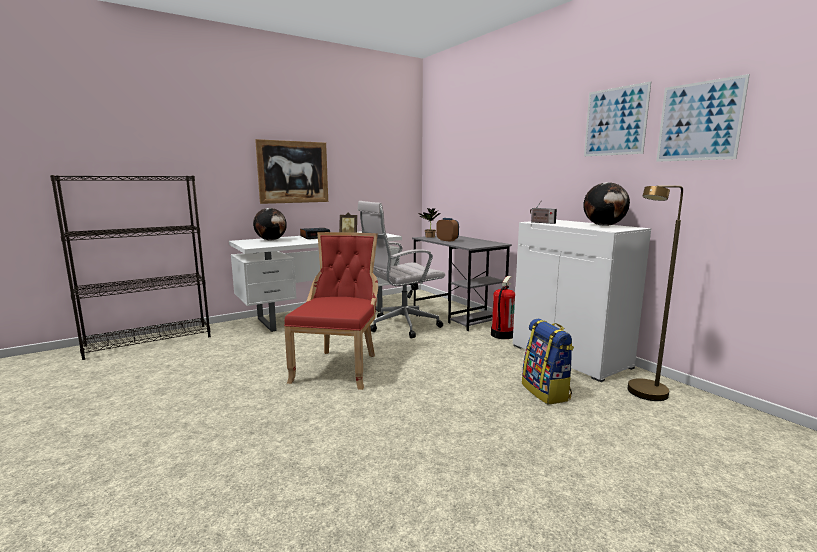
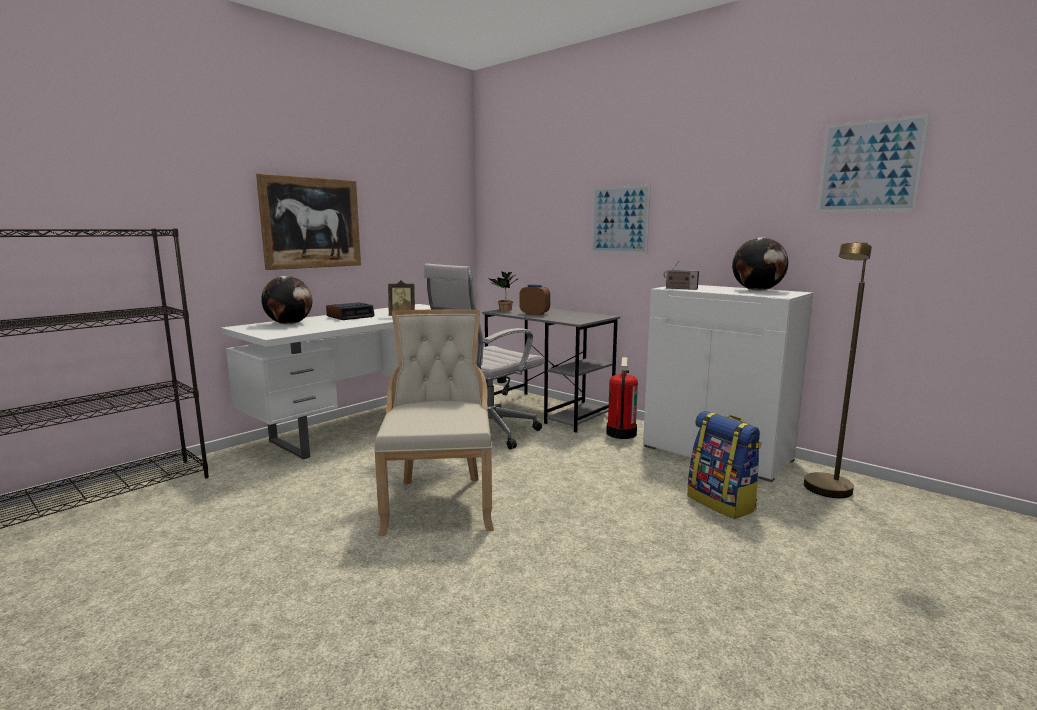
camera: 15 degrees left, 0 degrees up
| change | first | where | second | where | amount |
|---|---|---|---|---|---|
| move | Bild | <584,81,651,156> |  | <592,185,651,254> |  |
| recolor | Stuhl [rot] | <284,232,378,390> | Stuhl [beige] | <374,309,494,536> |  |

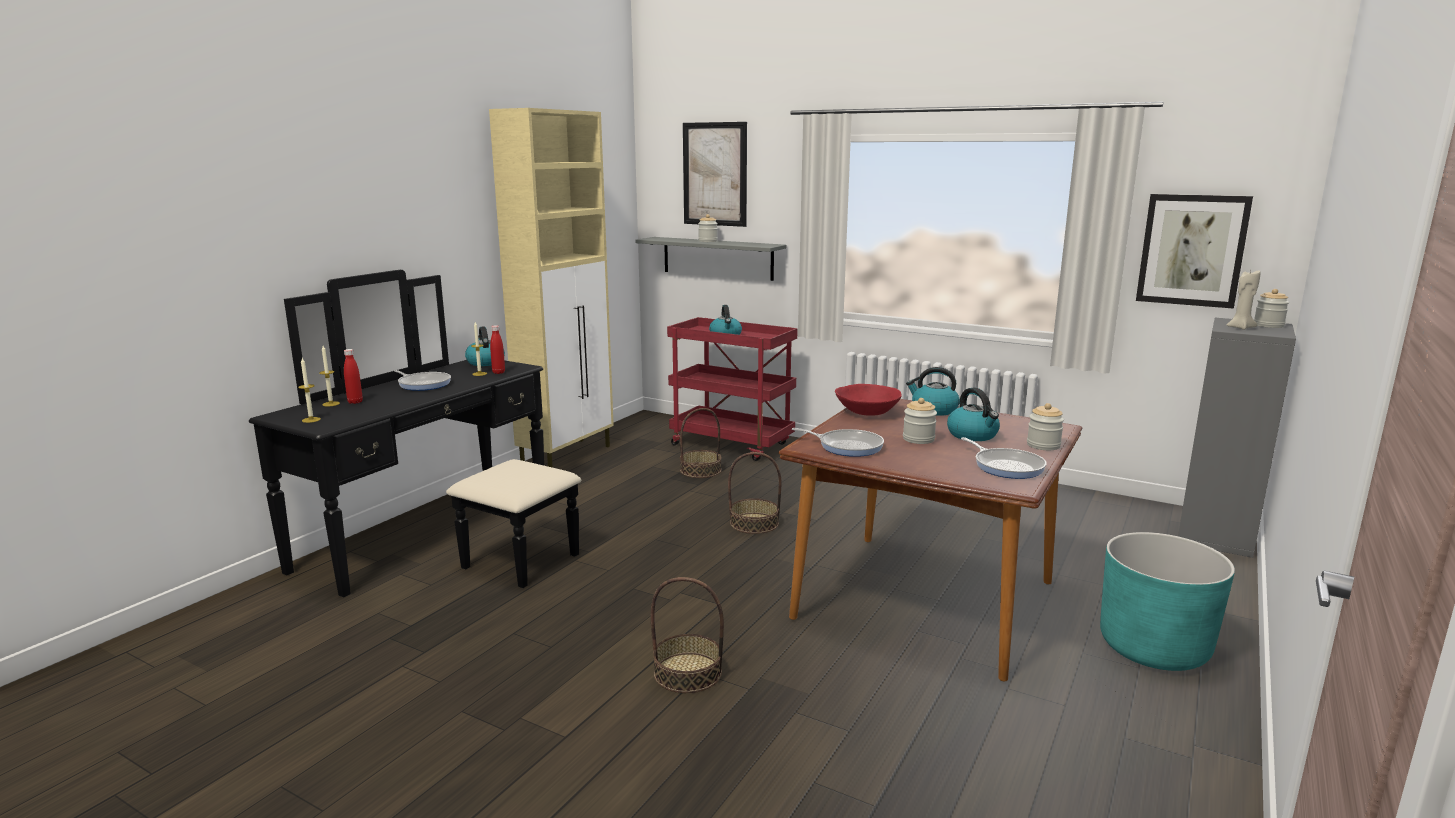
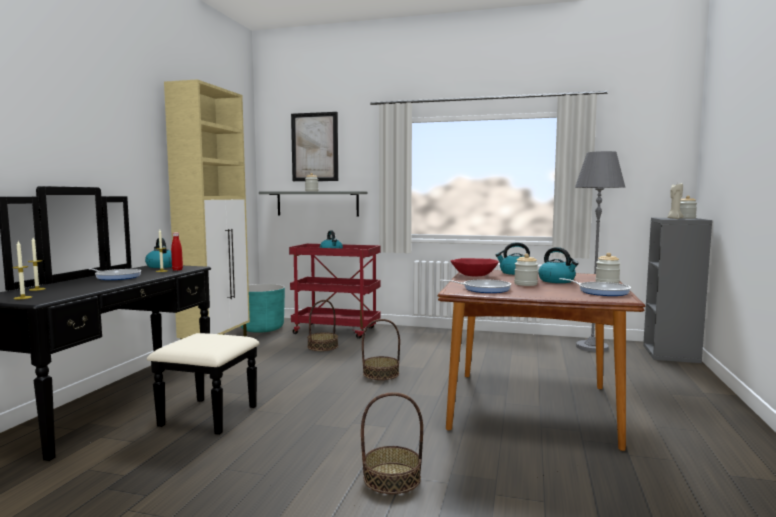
camera: 15 degrees left, 10 degrees down
| change | first | where | second | where | amount |
|---|---|---|---|---|---|
| delete | Flasche [rot] | <344,349,363,404> |  |  |  |
| delete | Bild | <1136,194,1253,309> |  |  |  |
| insert |  |  | Stehlampe [grau] | <575,151,625,352> |  |
| move | Pflanzkübel [türkis] | <1100,532,1235,671> |  | <241,284,285,333> |  |

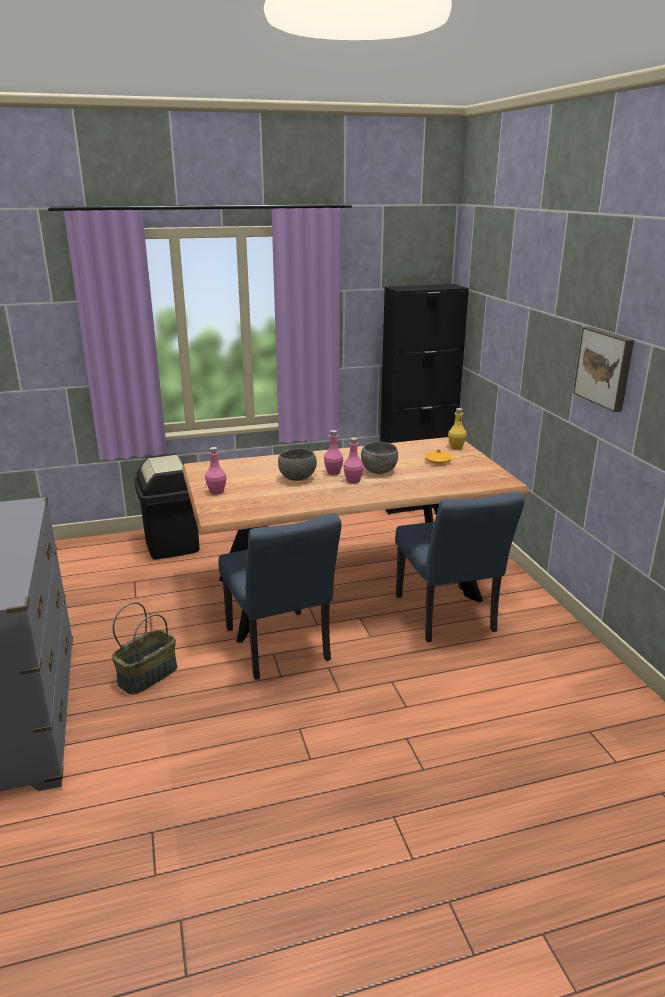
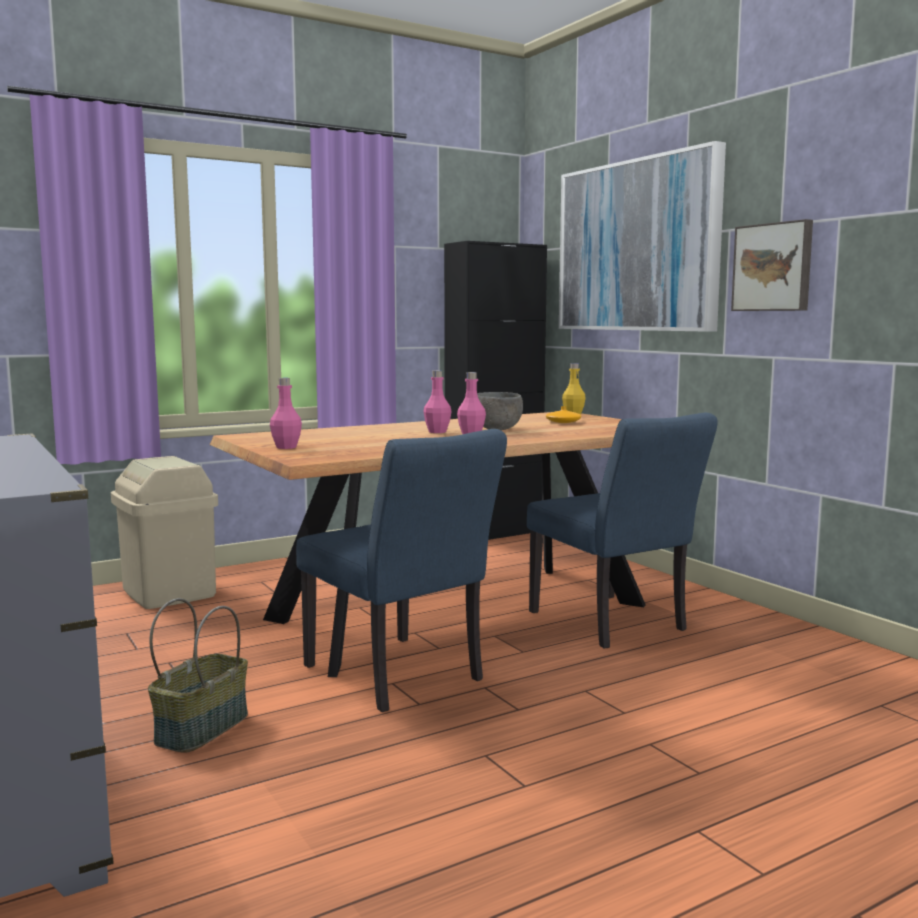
camera: 15 degrees left, 15 degrees down
| change | first | where | second | where | amount |
|---|---|---|---|---|---|
| delete | Schüssel [grau] | <278,449,317,481> |  |  |  |
| insert |  |  | Bild | <559,141,726,332> |  |
| recolor | Mülleimer [schwarz] | <134,454,200,559> | Mülleimer [beige] | <111,456,218,609> |  |

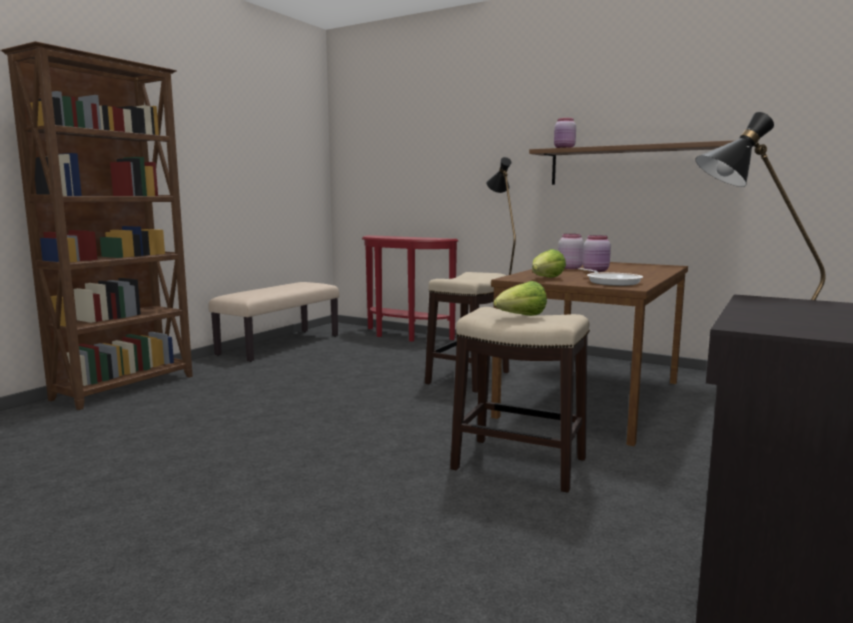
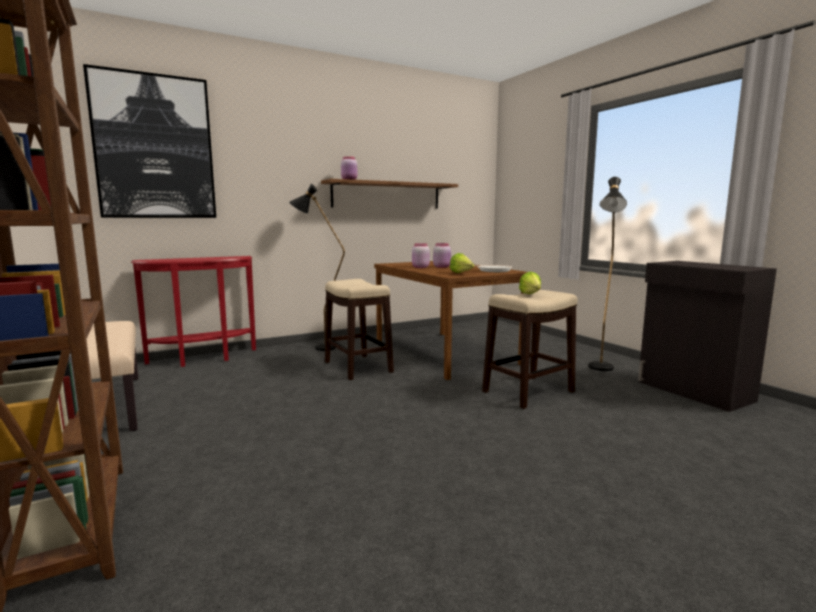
camera: 60 degrees left, 0 degrees up
| change | first | where | second | where | amount |
|---|---|---|---|---|---|
| insert |  |  | Bild | <83,64,216,218> |  |

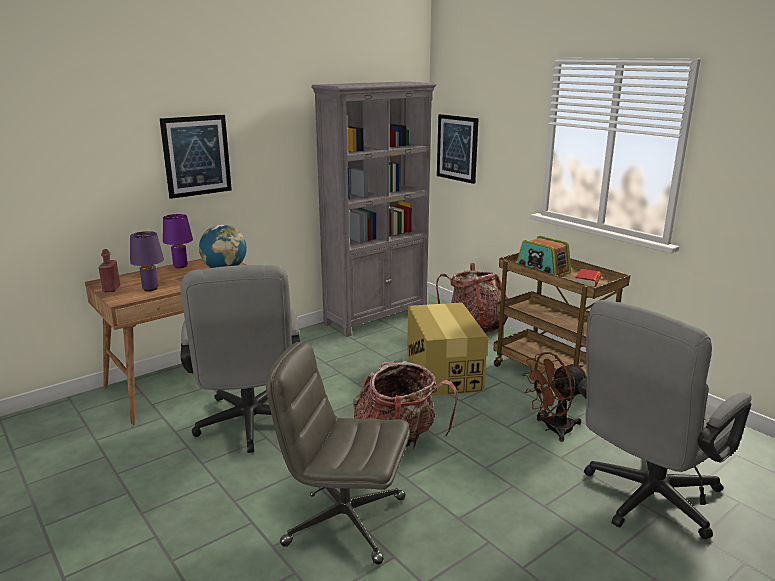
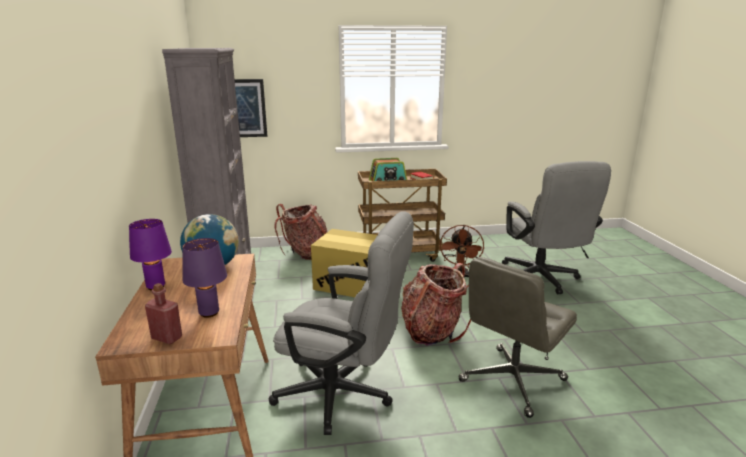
camera: 60 degrees left, 0 degrees up
| change | first | where | second | where | amount |
|---|---|---|---|---|---|
| delete | Bild | <159,115,232,199> |  |  |  |

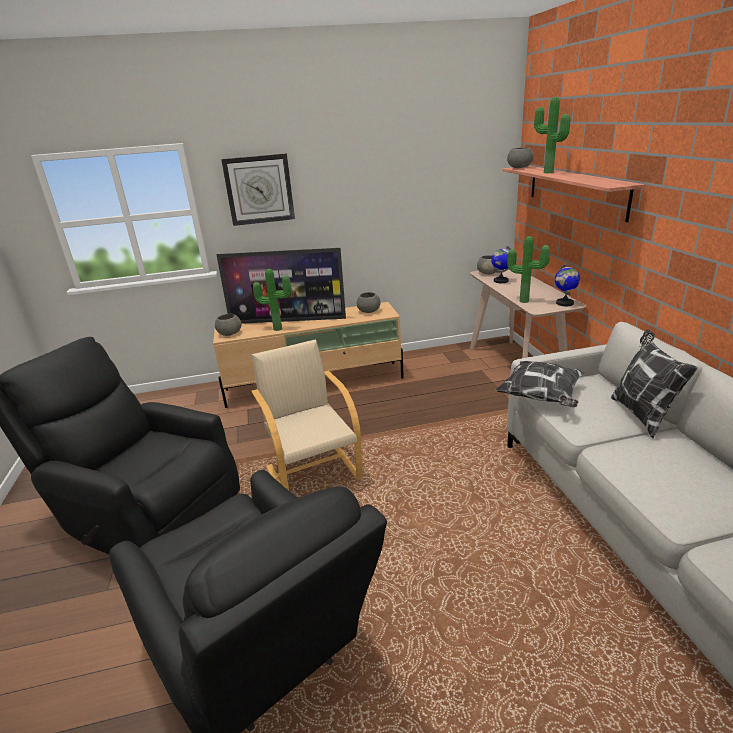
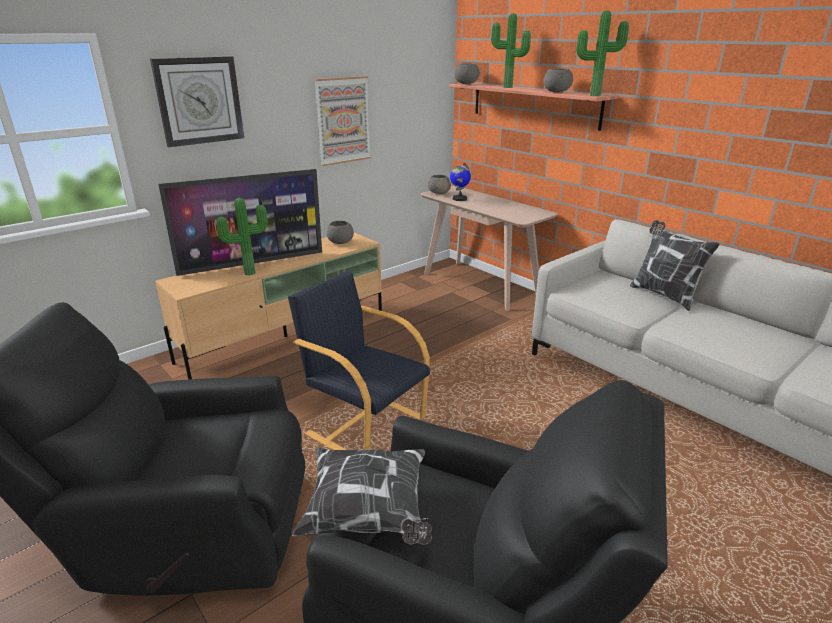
camera: 30 degrees left, 0 degrees up
| change | first | where | second | where | amount |
|---|---|---|---|---|---|
| delete | Globus | <555,263,580,306> |  |  |  |
| insert |  |  | Bild | <314,76,371,166> |  |
| move | Schüssel [grau] | <215,314,242,336> |  | <543,68,573,92> |  |
| move | Kissen | <495,361,585,407> |  | <292,448,432,545> |  |
| move | Topfpflanze | <507,236,550,303> |  | <576,10,629,96> |  |
| recolor | Sessel [beige] | <251,340,363,491> | Sessel [schwarz] | <288,271,430,450> |  |

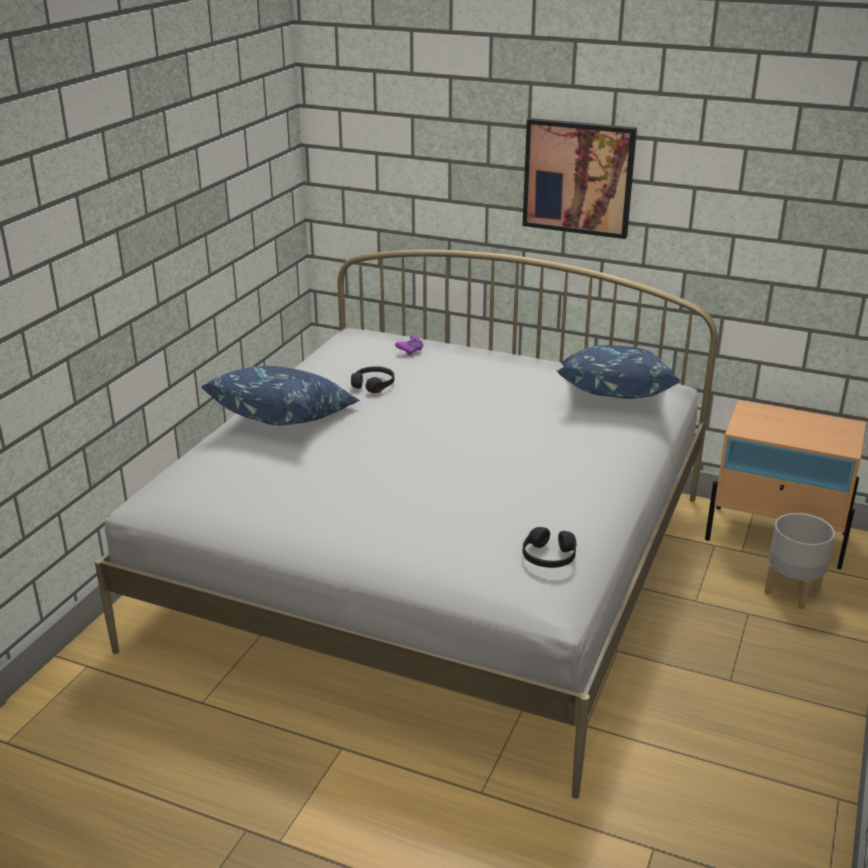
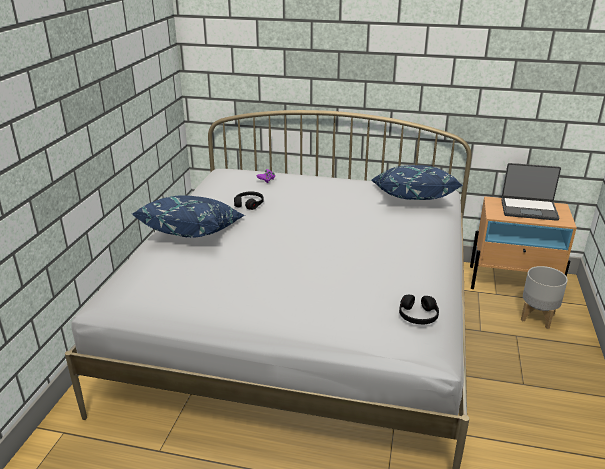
camera: 10 degrees left, 0 degrees up
| change | first | where | second | where | amount |
|---|---|---|---|---|---|
| delete | Bild | <522,118,637,239> |  |  |  |
| insert |  |  | Laptop | <501,163,561,221> |  |

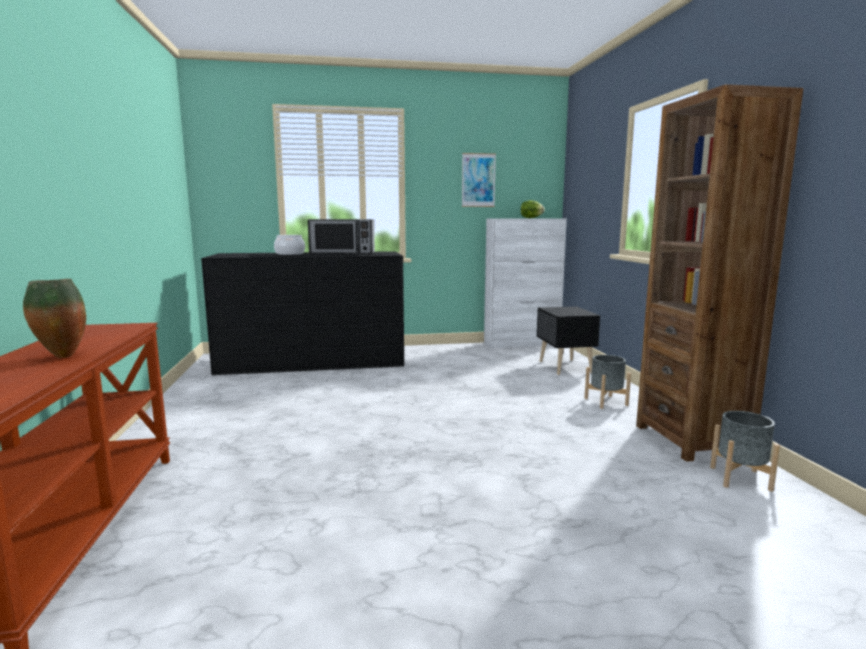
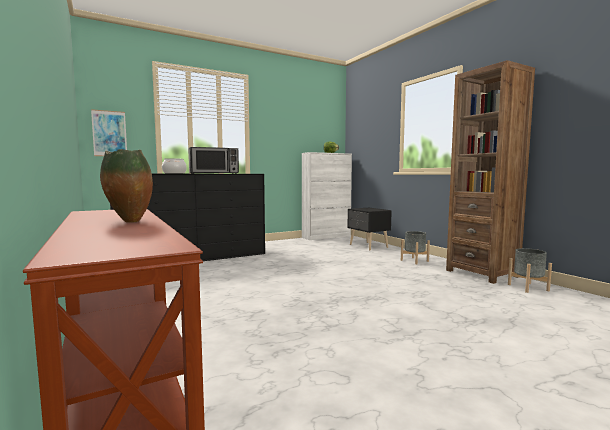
camera: 20 degrees left, 5 degrees down
| change | first | where | second | where | amount |
|---|---|---|---|---|---|
| move | Bild | <462,153,496,207> |  | <91,109,127,156> |  |

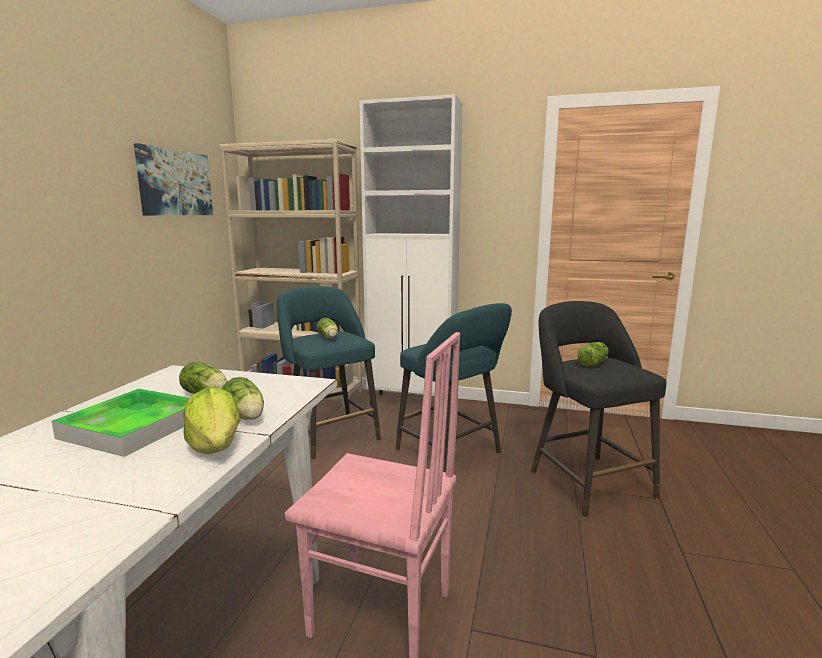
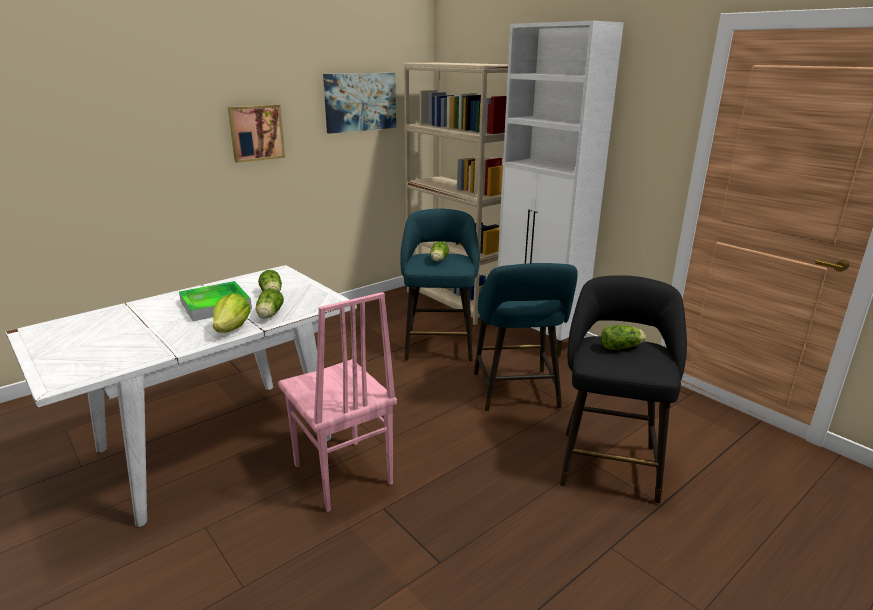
camera: 35 degrees right, 10 degrees up
| change | first | where | second | where | amount |
|---|---|---|---|---|---|
| insert |  |  | Bild | <228,105,285,163> |  |

